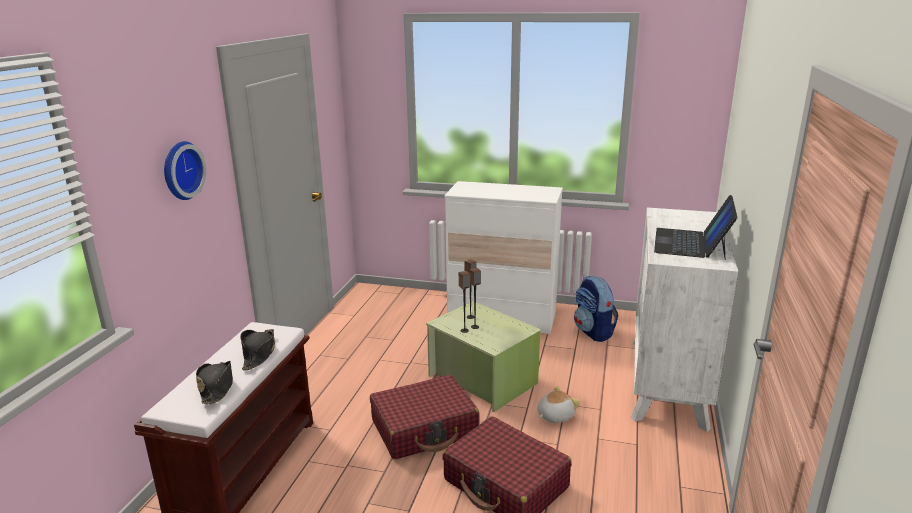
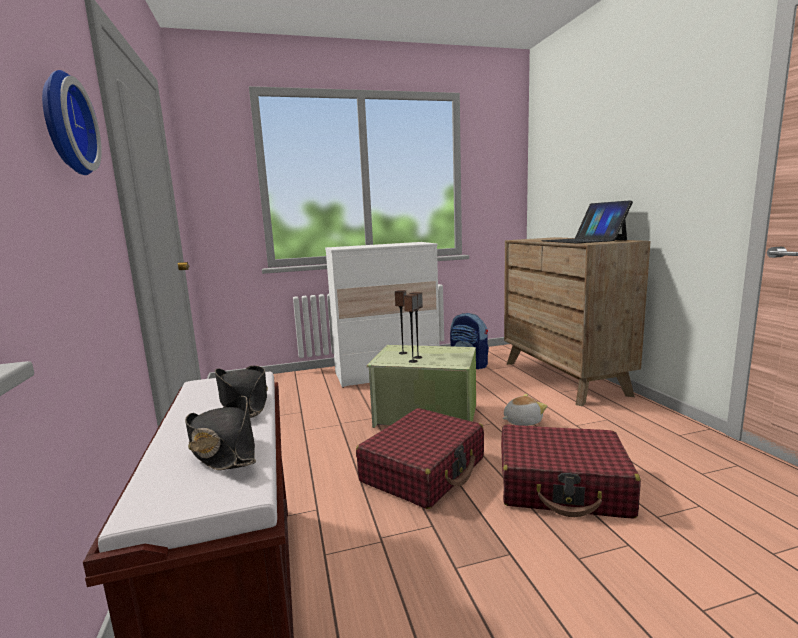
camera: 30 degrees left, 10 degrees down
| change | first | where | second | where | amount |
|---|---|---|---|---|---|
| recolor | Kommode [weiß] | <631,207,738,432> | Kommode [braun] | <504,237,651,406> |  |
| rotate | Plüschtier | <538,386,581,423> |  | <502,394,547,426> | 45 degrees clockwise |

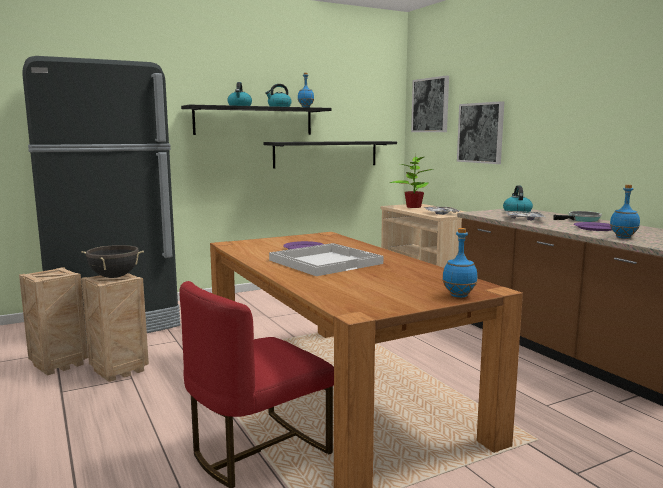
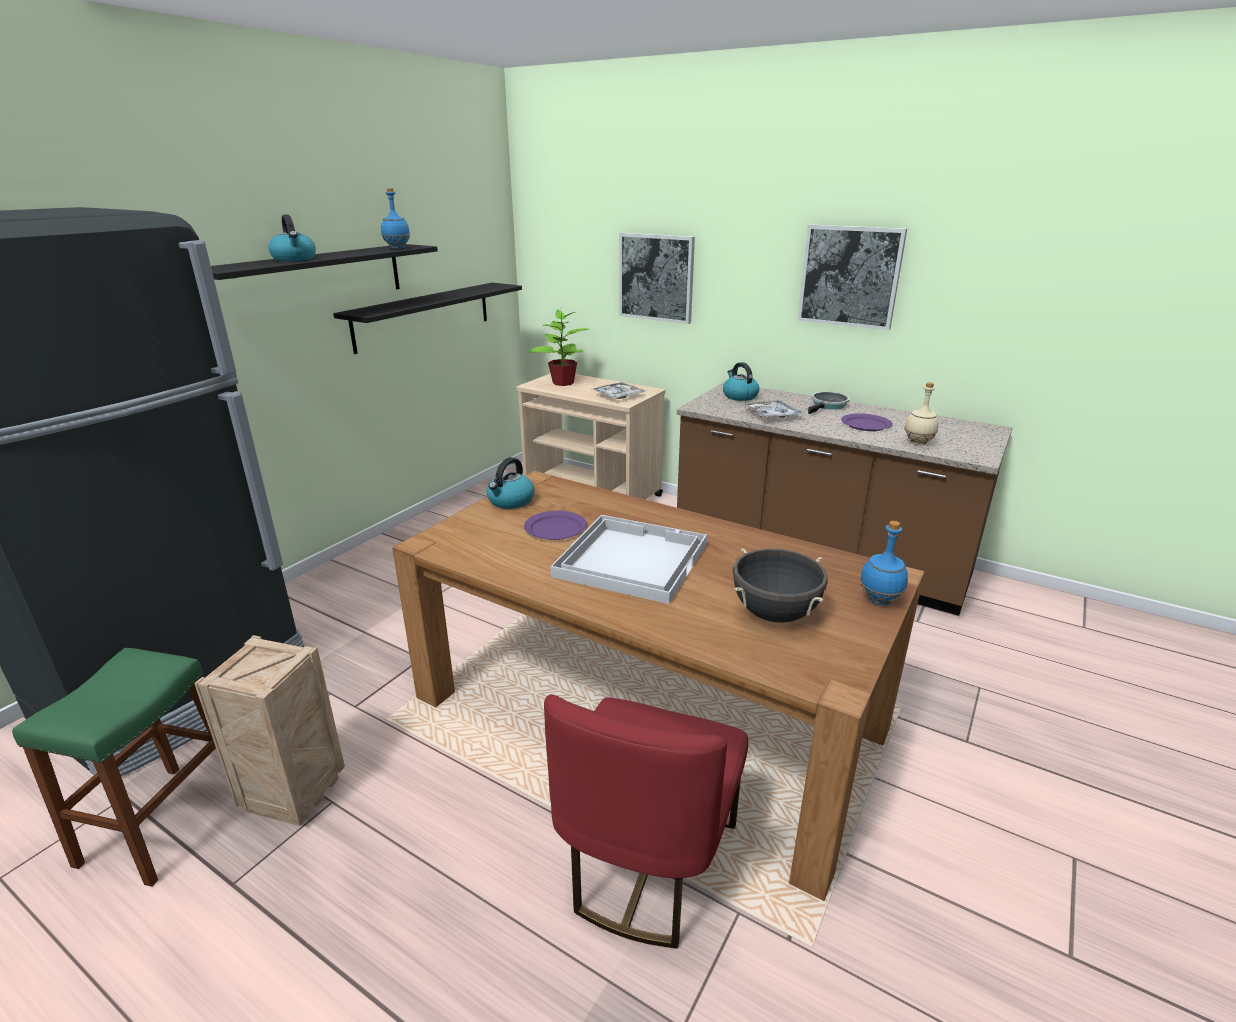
camera: 30 degrees left, 15 degrees up
| change | first | where | second | where | amount |
|---|---|---|---|---|---|
| move | Kochtopf [schwarz] | <81,245,144,278> |  | <733,549,828,623> |  |
| move | Wasserkessel | <265,84,292,107> |  | <487,457,535,509> |  |
| move | Bild | <411,76,449,132> |  | <797,225,907,330> |  |
| replace | Kiste | <19,267,88,376> | Hocker [grün] | <12,648,216,887> |  |
| recolor | Flasche [blau] | <610,185,640,239> | Flasche [beige] | <904,382,939,445> |  |

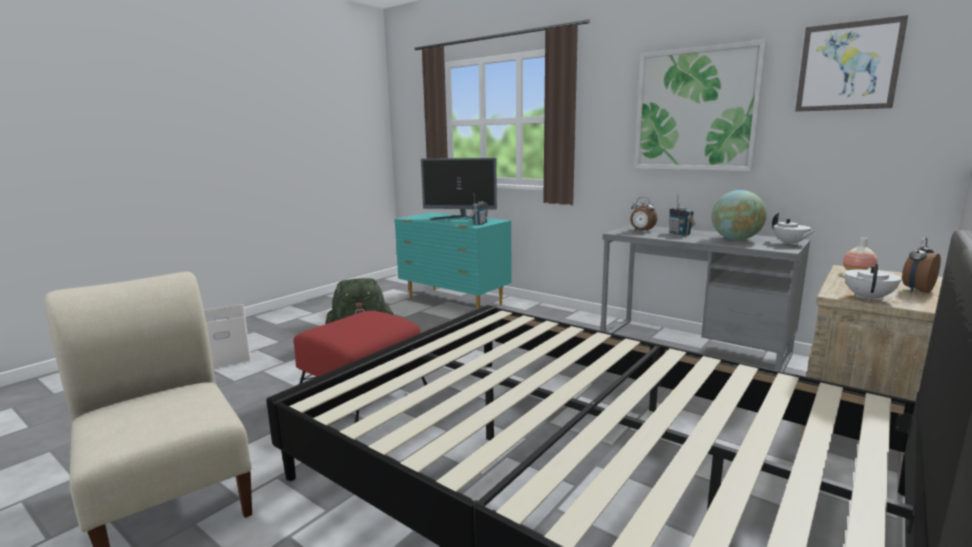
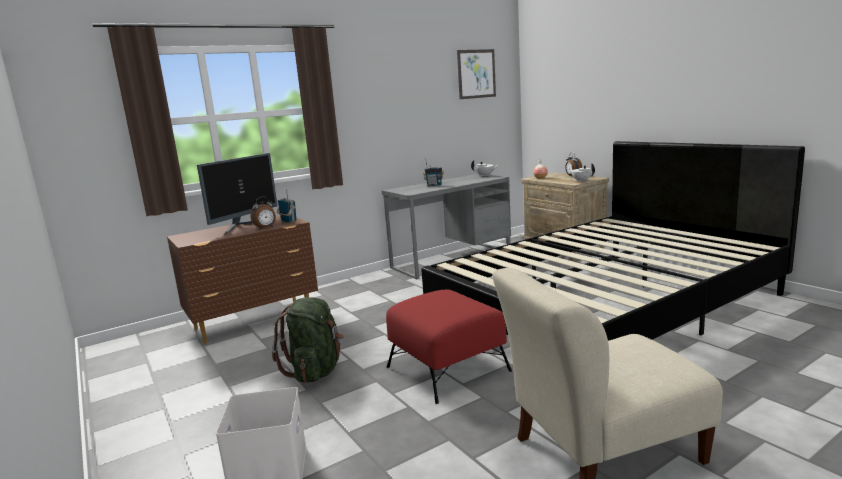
camera: 70 degrees left, 0 degrees up
| change | first | where | second | where | amount |
|---|---|---|---|---|---|
| delete | Bild | <634,39,767,171> |  |  |  |
| delete | Globus | <711,190,767,240> |  |  |  |
| move | Wecker | <630,197,657,231> |  | <251,197,276,229> |  |
| recolor | Kommode [türkis] | <395,213,512,309> | Kommode [braun] | <167,216,318,343> |  |

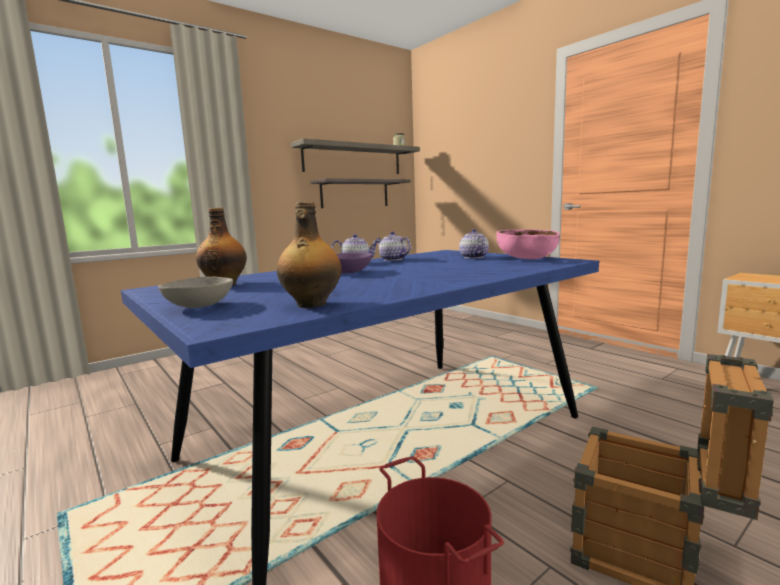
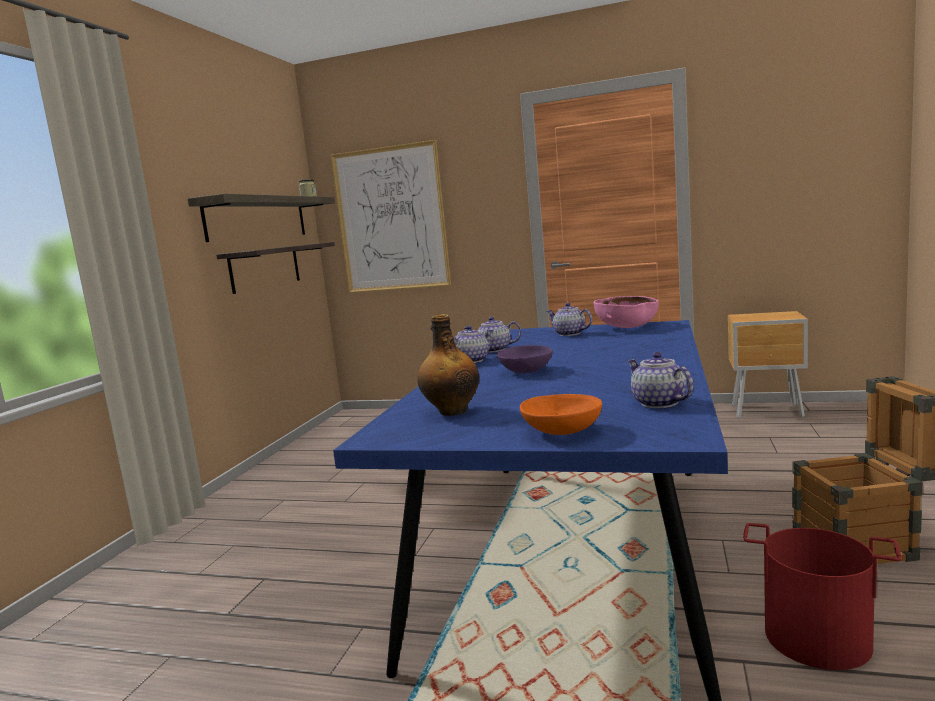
camera: 35 degrees left, 0 degrees up
| change | first | where | second | where | amount |
|---|---|---|---|---|---|
| insert |  |  | Bild | <331,140,451,293> |  |
| replace | Flasche | <277,202,341,308> | Teekanne | <627,352,693,408> |  |
| recolor | Schüssel [grau] | <158,277,233,308> | Schüssel [orange] | <520,394,602,435> |  |

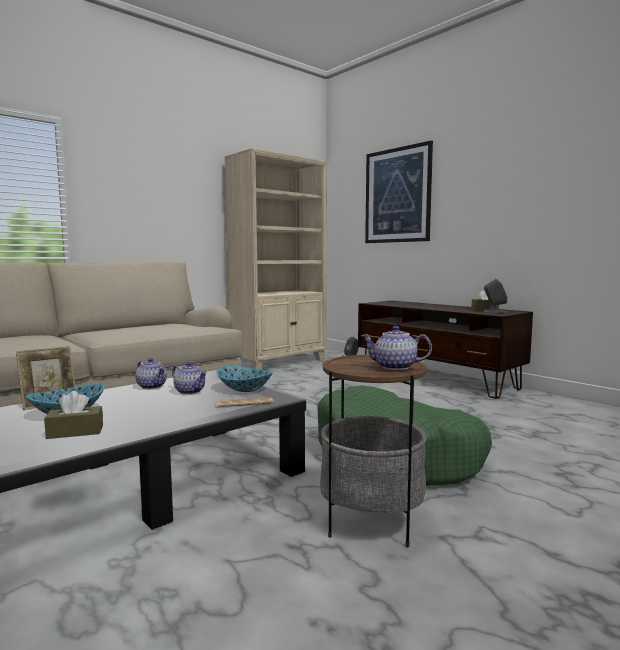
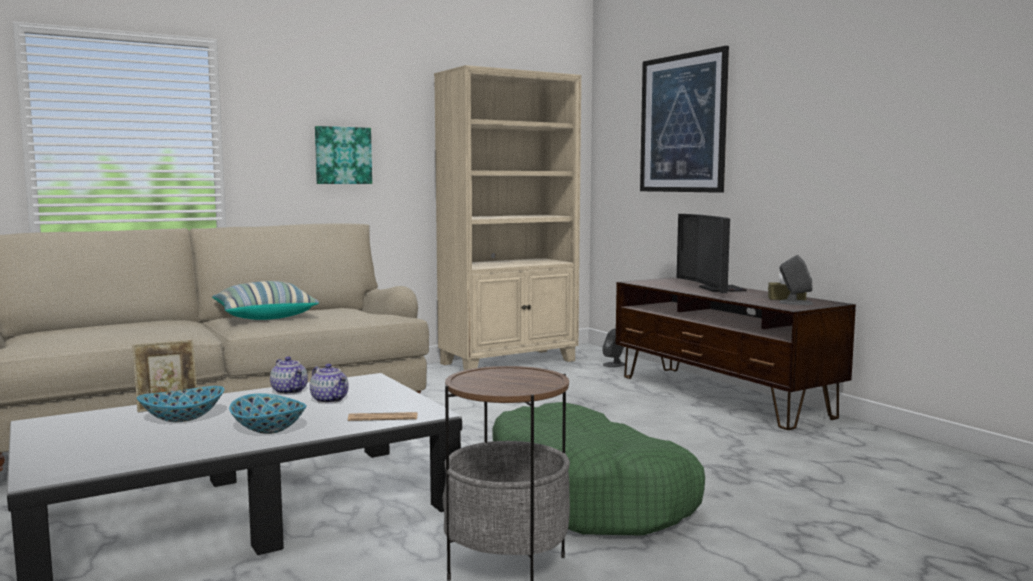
camera: 10 degrees right, 0 degrees up
| change | first | where | second | where | amount |
|---|---|---|---|---|---|
| delete | Taschentuchbox [braun] | <44,391,103,439> |  |  |  |
| delete | Teekanne | <361,326,432,370> |  |  |  |
| insert |  |  | Kissen | <212,281,319,320> |  |
| insert |  |  | Bild | <315,126,372,184> |  |
| insert |  |  | Fernseher | <677,214,747,293> |  |
| move | Schüssel | <217,366,273,392> |  | <229,393,307,434> |  |

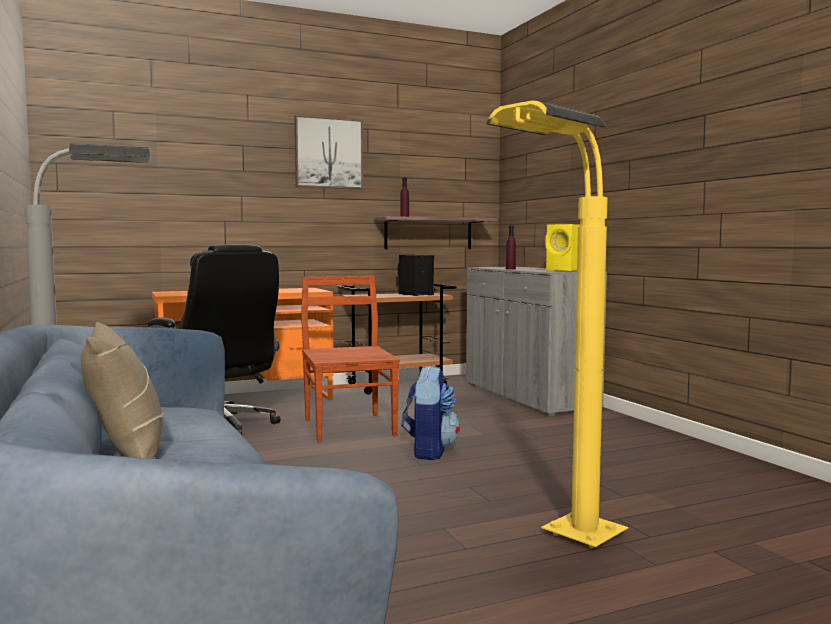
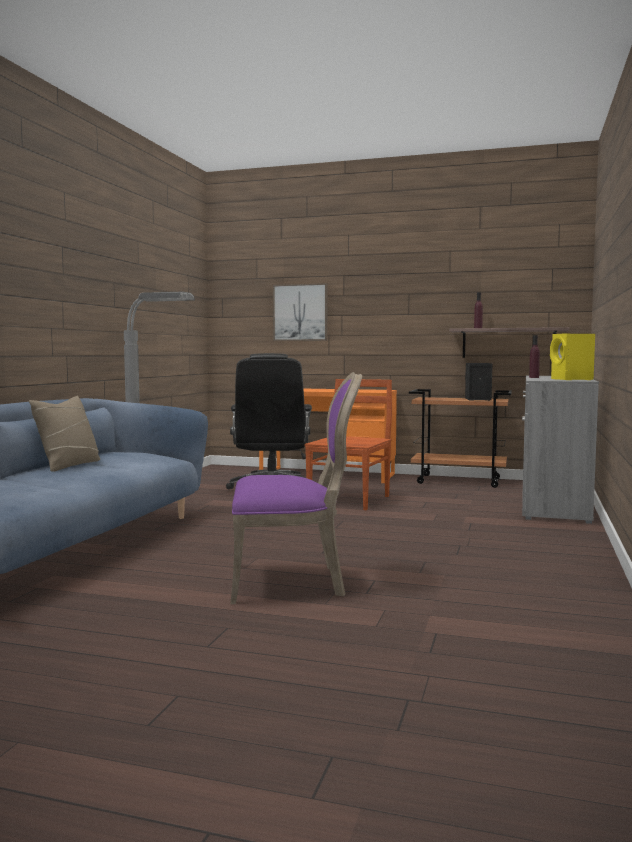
camera: 40 degrees right, 0 degrees up
| change | first | where | second | where | amount |
|---|---|---|---|---|---|
| delete | Rucksack | <402,366,460,460> |  |  |  |
| move | Bild | <295,115,363,189> |  | <273,283,327,341> |  |
| replace | Stehlampe [gelb] | <486,100,628,548> | Stuhl [lila] | <230,372,362,604> |  |

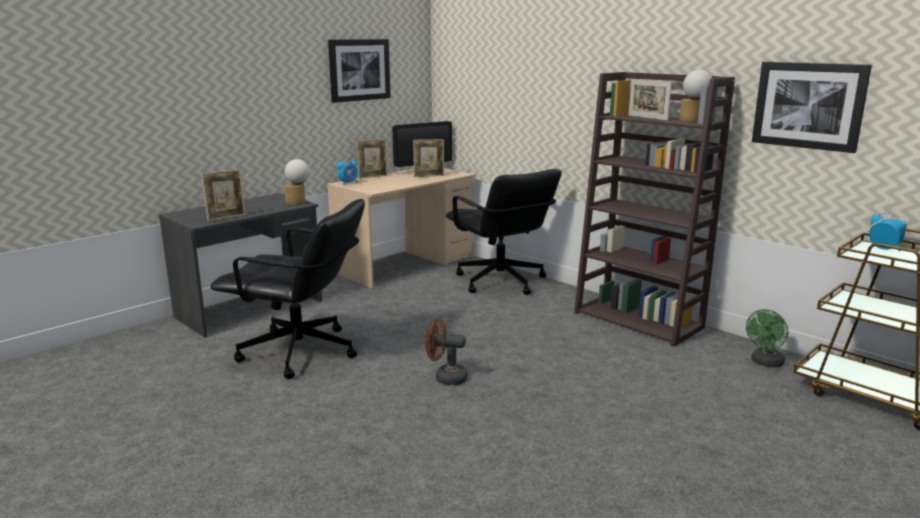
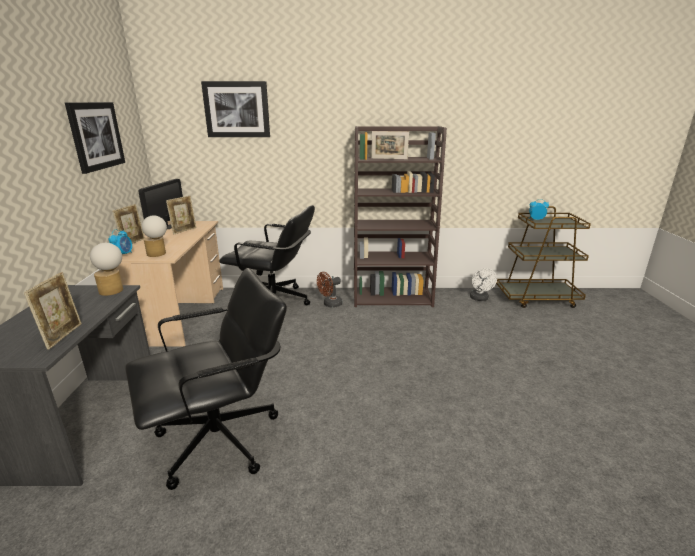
camera: 45 degrees left, 5 degrees up
| change | first | where | second | where | amount |
|---|---|---|---|---|---|
| move | Ventilator [braun] | <425,318,468,385> |  | <317,272,343,308> |  |
| move | Tischlampe | <679,70,712,122> |  | <142,215,167,257> |  |
| move | Bild | <752,62,872,153> |  | <201,81,270,137> |  |
| recolor | Ventilator [grün] | <746,309,788,367> | Ventilator [weiß] | <470,268,497,301> |  |

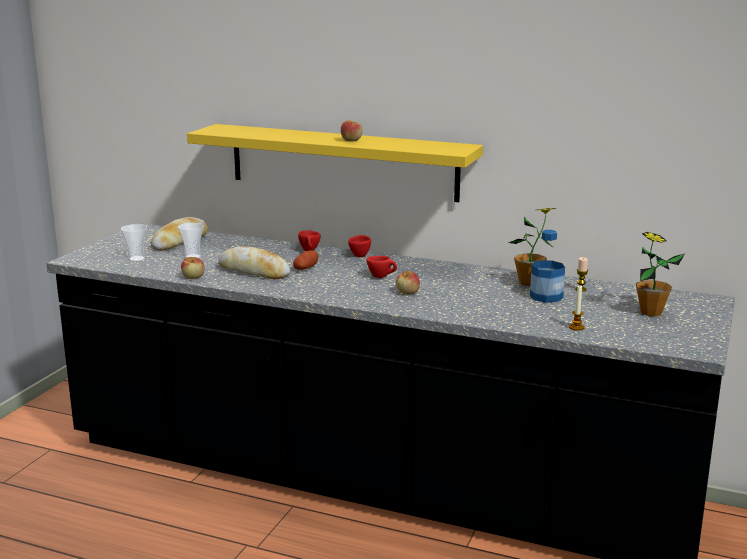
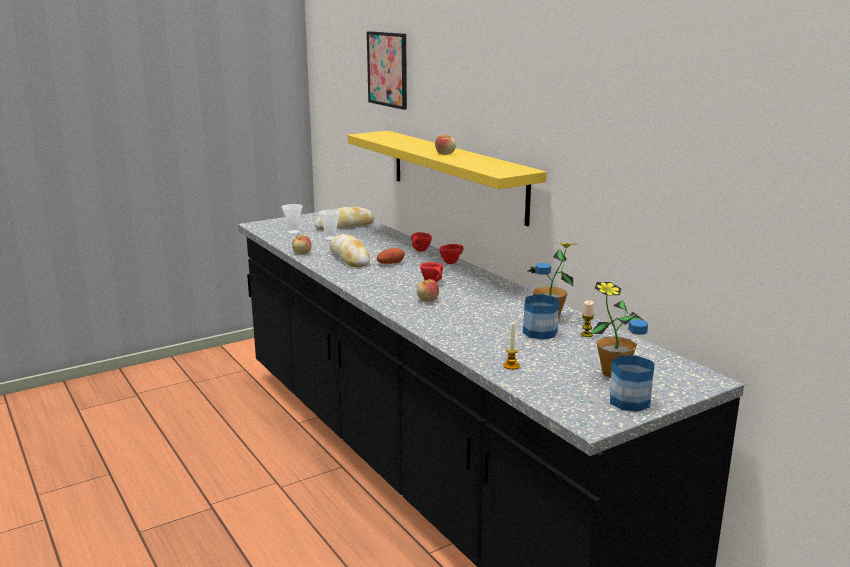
camera: 35 degrees right, 0 degrees up
| change | first | where | second | where | amount |
|---|---|---|---|---|---|
| insert |  |  | Bild | <367,31,407,110> |  |
| insert |  |  | Flasche | <610,319,655,412> |  |

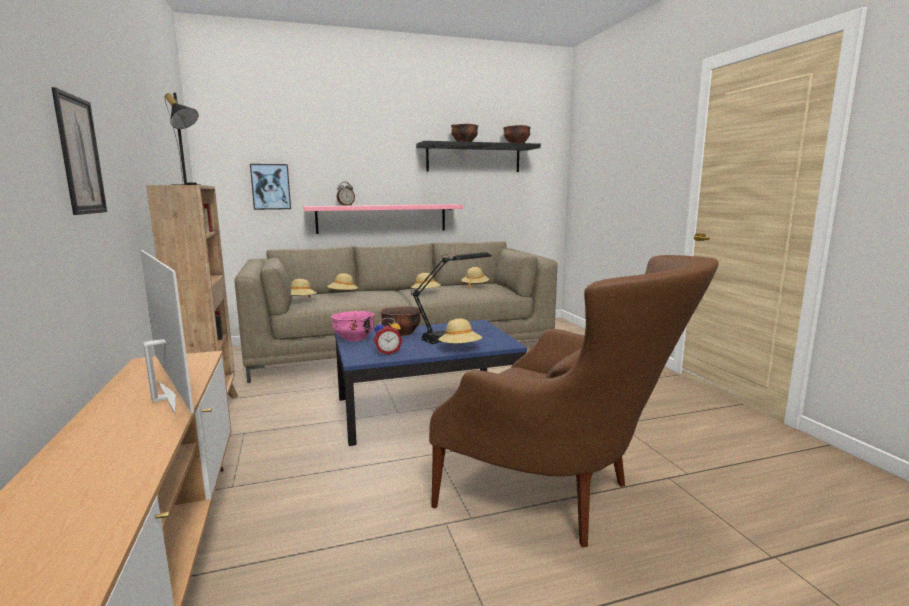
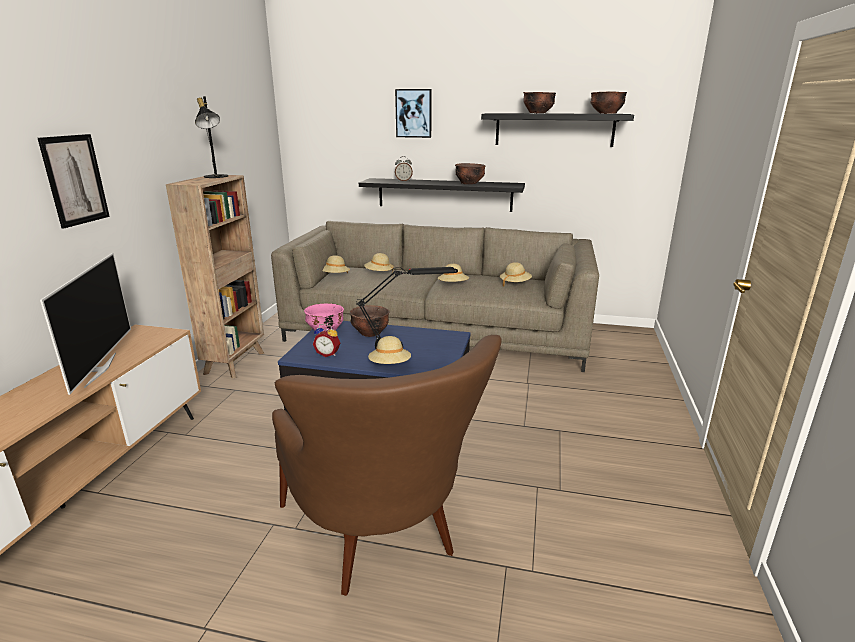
camera: 30 degrees right, 10 degrees up
| change | first | where | second | where | amount |
|---|---|---|---|---|---|
| insert |  |  | Schüssel [braun] | <455,163,485,184> |  |
| move | Bild | <250,164,291,210> |  | <395,89,431,138> |  |
| recolor | Wandregal [rosa] | <304,204,463,234> | Wandregal [schwarz] | <359,178,525,212> |  |

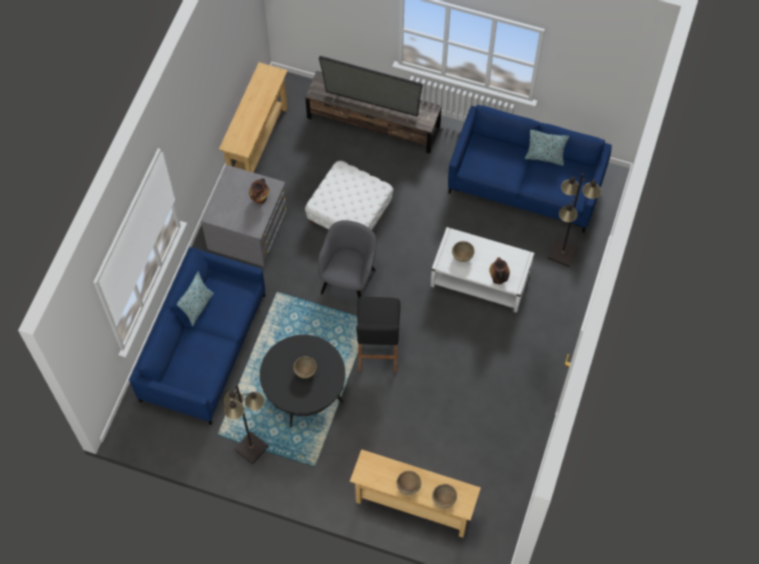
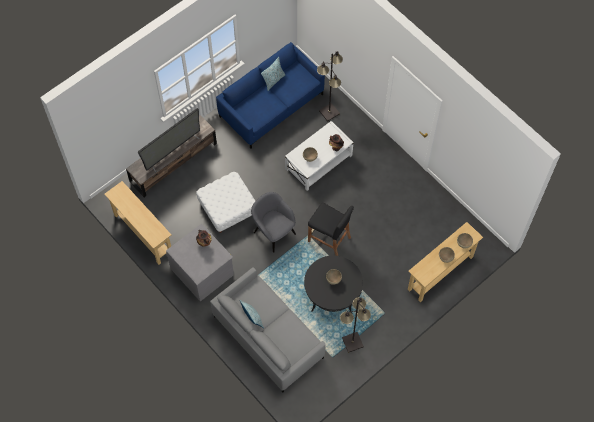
camera: 60 degrees left, 0 degrees up
| change | first | where | second | where | amount |
|---|---|---|---|---|---|
| recolor | Sofa [blau] | <129,247,266,425> | Sofa [grau] | <210,267,326,393> |  |

